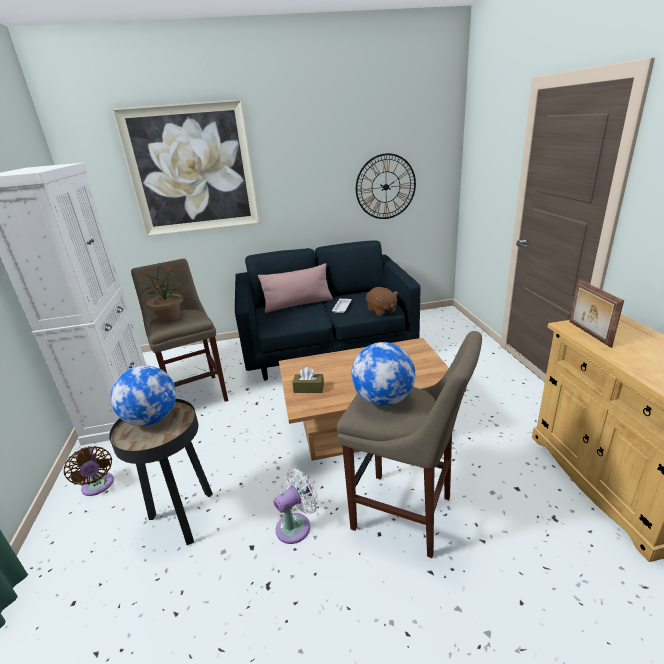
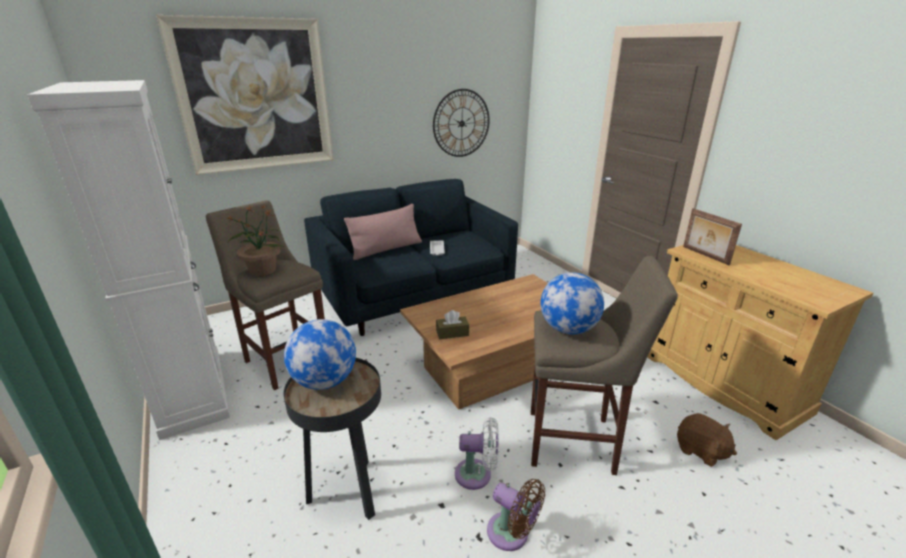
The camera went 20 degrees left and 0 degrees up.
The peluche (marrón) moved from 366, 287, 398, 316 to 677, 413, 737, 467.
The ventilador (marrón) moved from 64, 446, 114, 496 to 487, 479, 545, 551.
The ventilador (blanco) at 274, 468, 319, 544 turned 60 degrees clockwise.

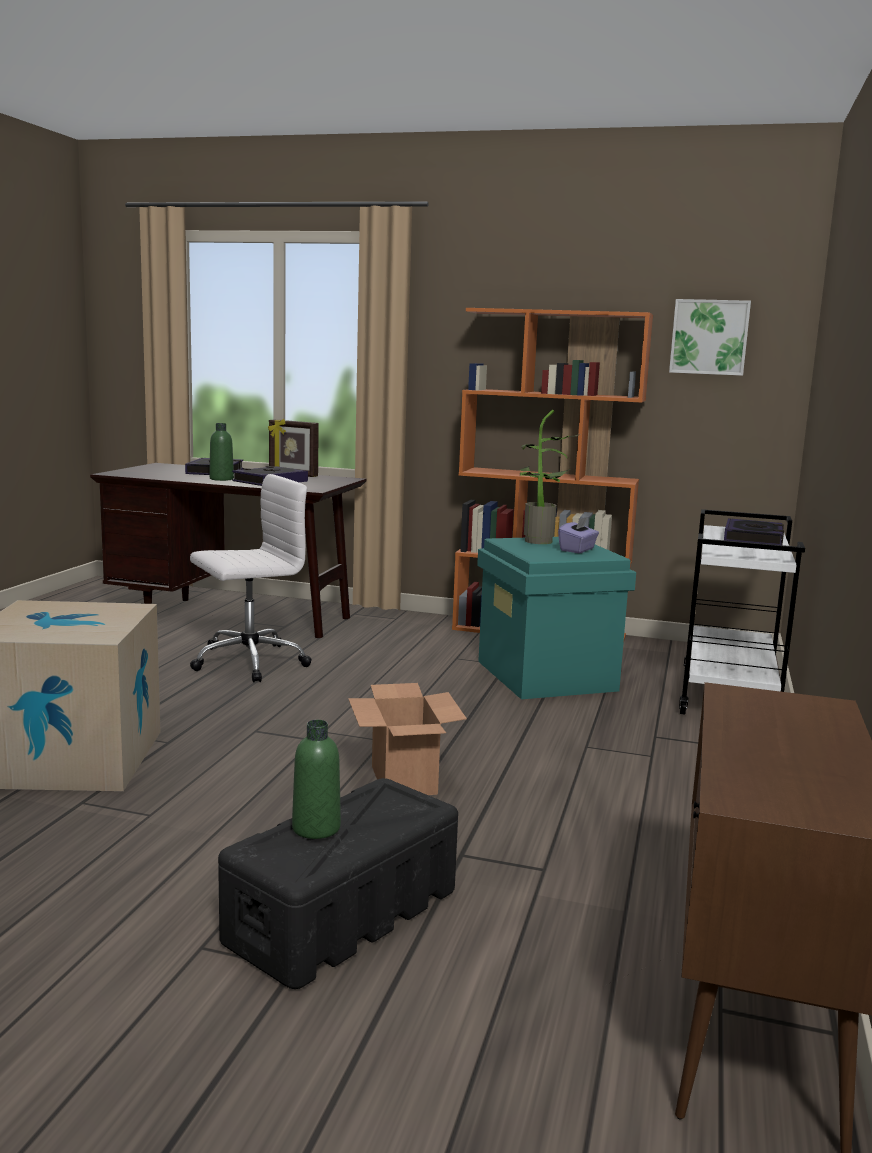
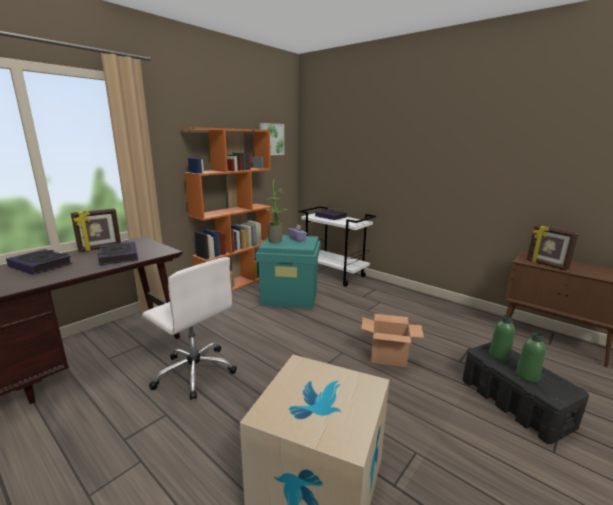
The camera went 65 degrees left and 5 degrees up.
The botella (verde) moved from 209, 423, 234, 481 to 489, 315, 515, 361.
The silla de oficina (blanco) at 190, 474, 312, 682 turned 135 degrees clockwise.
The portarretratos at 527, 225, 579, 270 appeared.

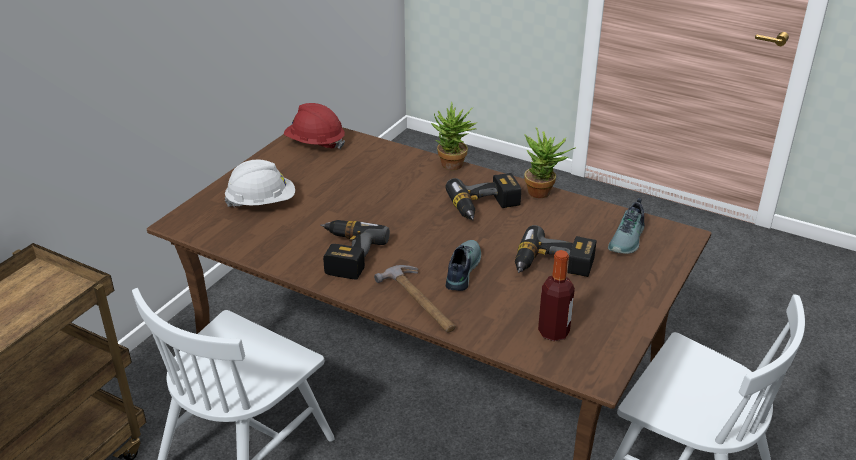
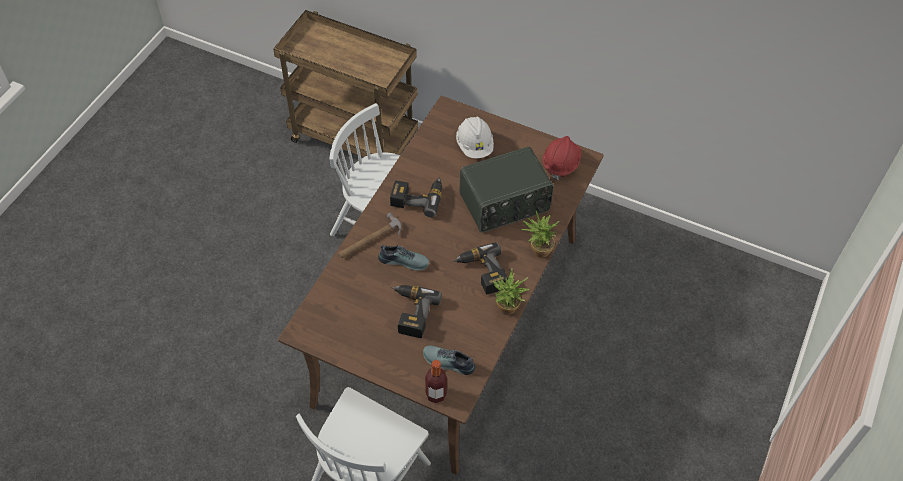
The camera went 85 degrees right and 20 degrees up.
The botella moved from 538, 250, 575, 341 to 425, 360, 447, 403.
The radio at 460, 147, 554, 233 appeared.

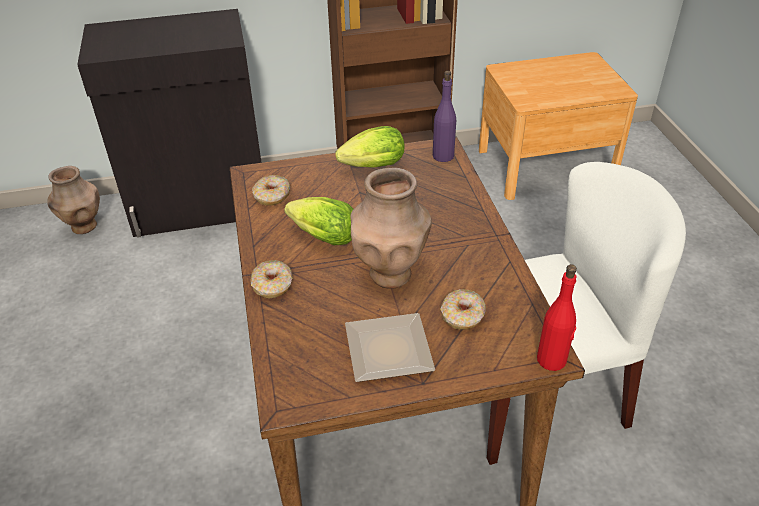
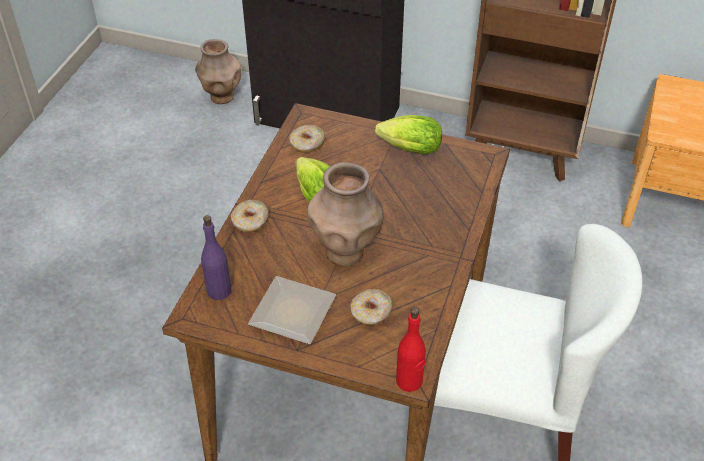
The camera went 30 degrees right and 5 degrees up.
The botella (morado) moved from 433, 71, 456, 162 to 201, 215, 231, 300.

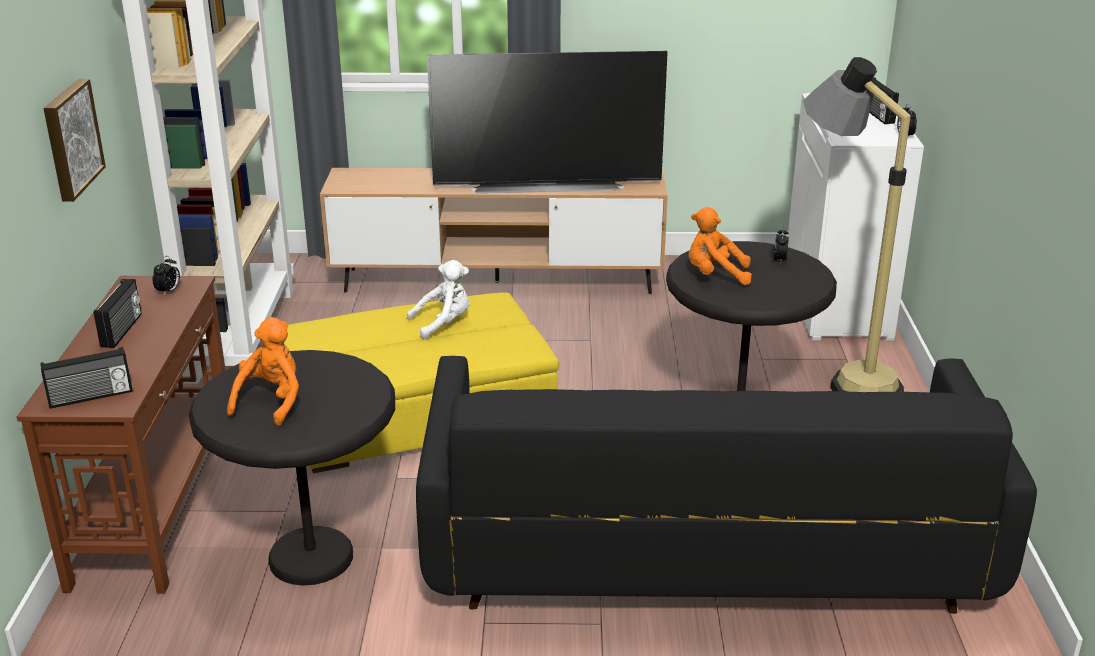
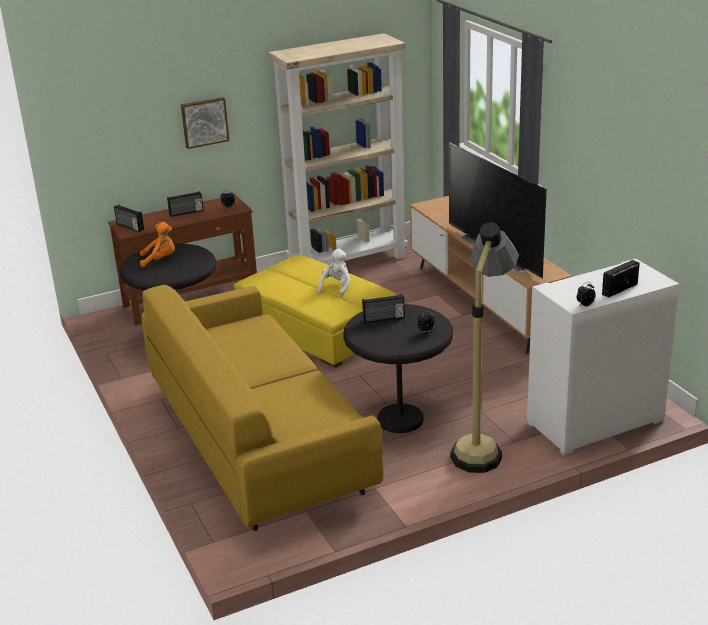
The camera went 65 degrees right and 0 degrees up.
The peluche (naranja) at 689, 207, 752, 285 was replaced by the radio at 362, 294, 405, 323.
The peluche (blanco) at 407, 260, 470, 339 turned 105 degrees counterclockwise.
The sofá (negro) at 416, 356, 1037, 614 became the sofá (amarillo) at 142, 285, 383, 531.

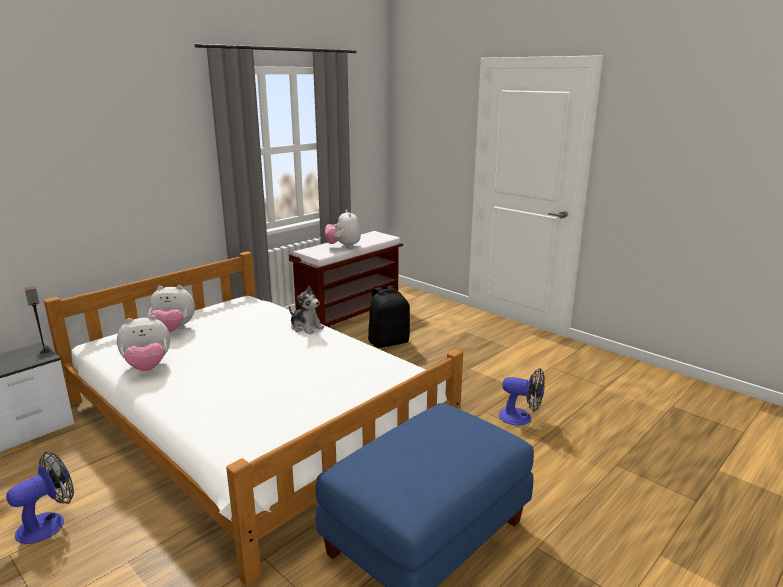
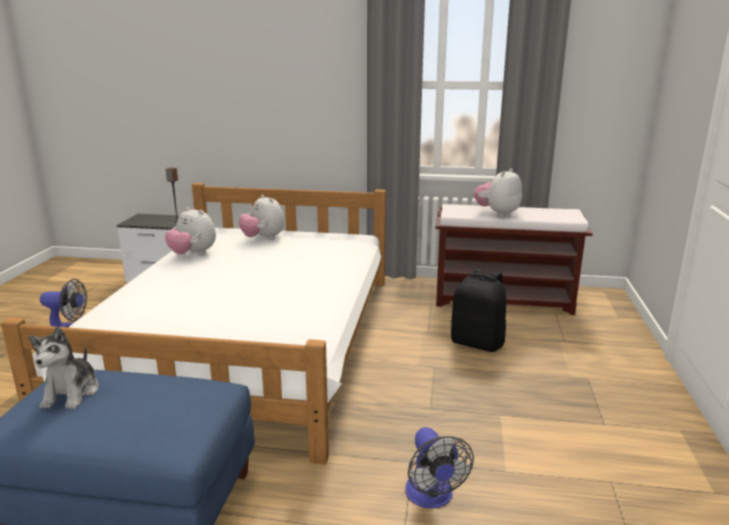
The camera went 55 degrees right and 0 degrees up.
The peluche moved from 289, 286, 324, 334 to 29, 326, 99, 409.

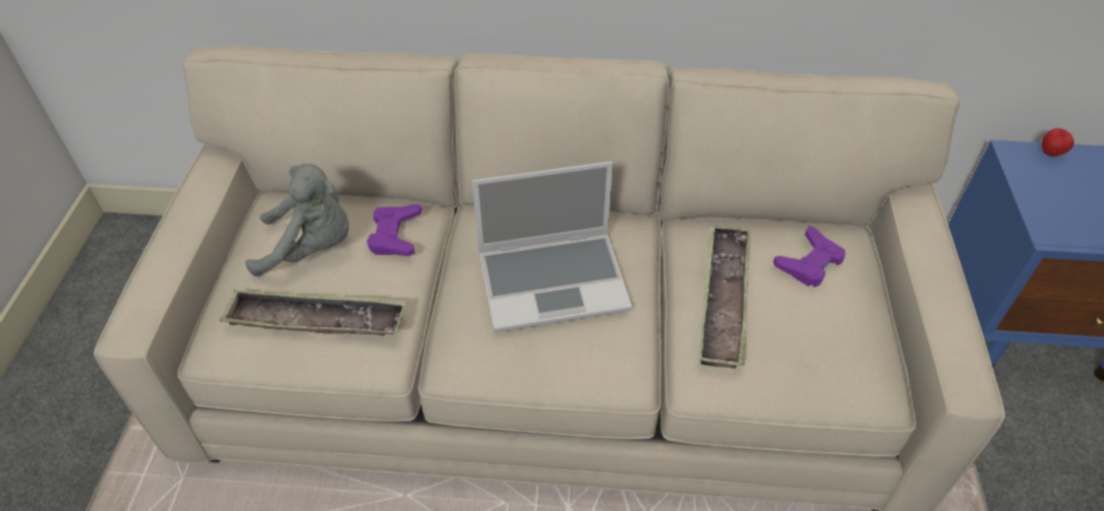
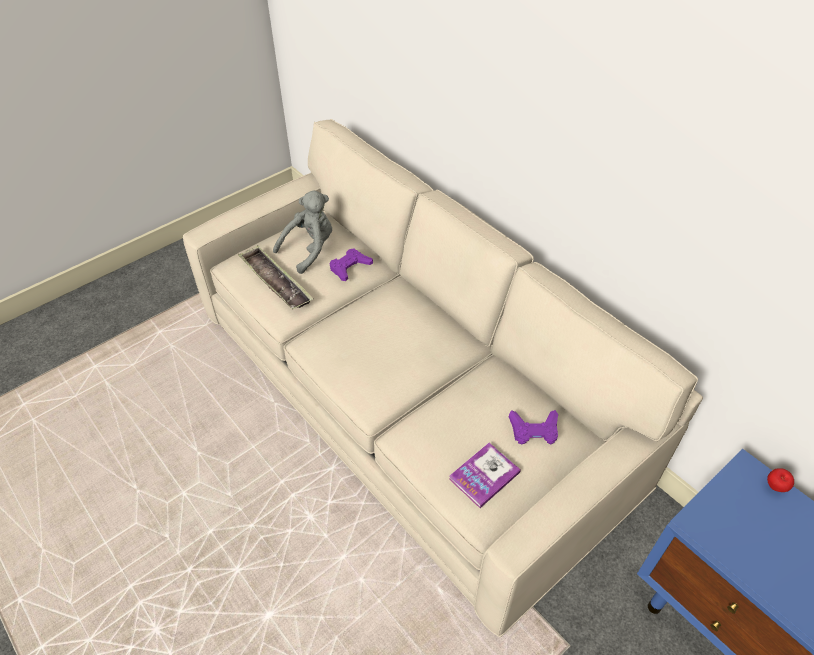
The camera went 45 degrees right and 0 degrees up.
The portátil at 472, 161, 632, 332 disappeared.
The peluche (gris) at 245, 164, 349, 277 turned 90 degrees counterclockwise.
The bandeja at 699, 225, 749, 369 disappeared.
The libro at 449, 443, 521, 508 appeared.

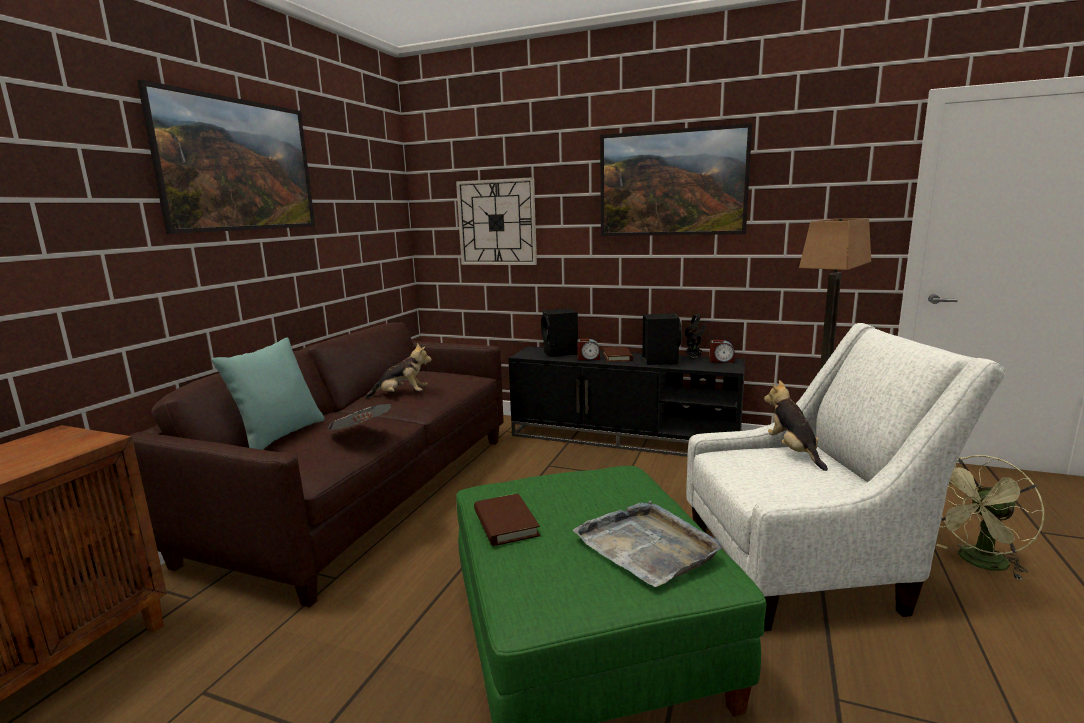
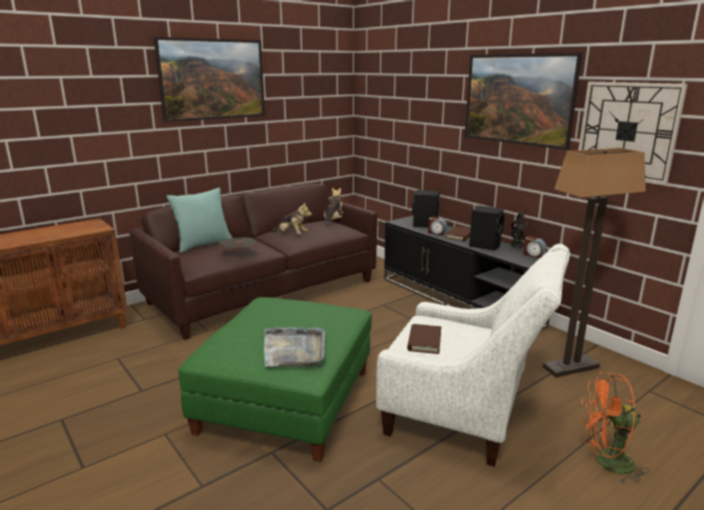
The camera went 30 degrees right and 5 degrees up.
The reloj de pared moved from 456, 177, 537, 265 to 578, 82, 688, 185.
The peluche moved from 764, 380, 828, 471 to 324, 188, 343, 227.
The ventilador (verde) at 936, 455, 1044, 580 became the ventilador (naranja) at 580, 372, 649, 485.
The libro (marrón) moved from 474, 493, 540, 546 to 407, 324, 441, 354.

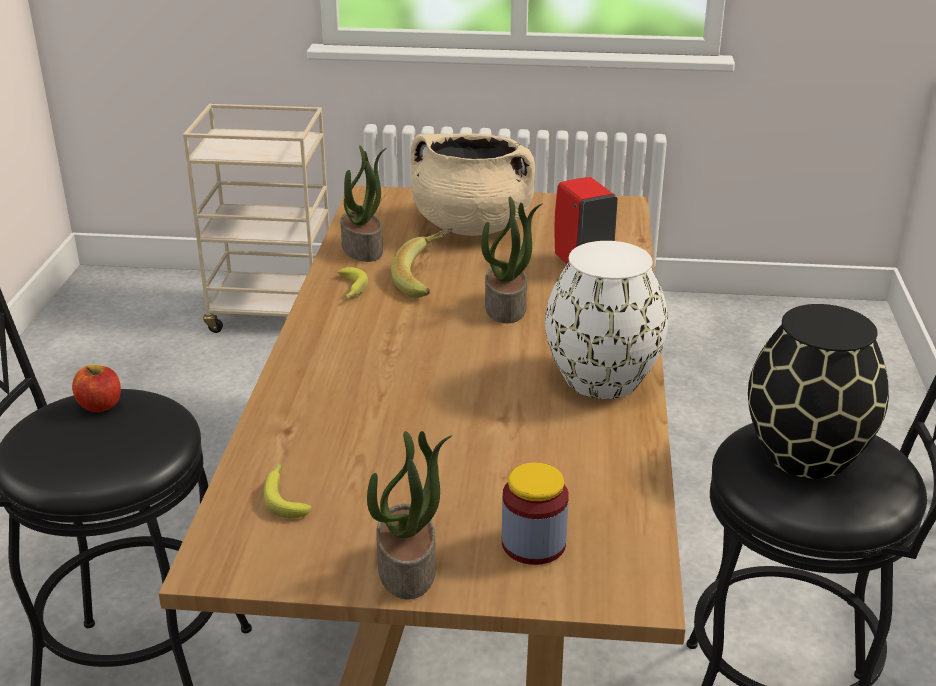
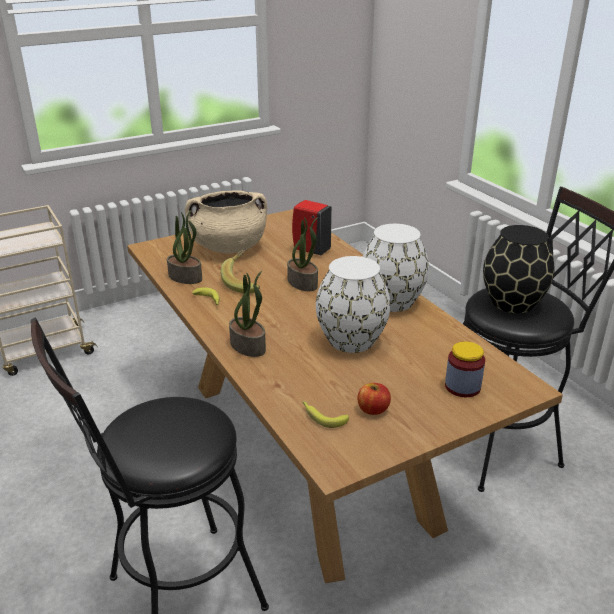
The camera went 35 degrees left and 0 degrees up.
The manzana moved from 72, 365, 121, 412 to 358, 383, 391, 415.
The planta en maceta moved from 367, 431, 452, 599 to 229, 271, 266, 357.
The florero (blanco) at 316, 256, 390, 353 appeared.

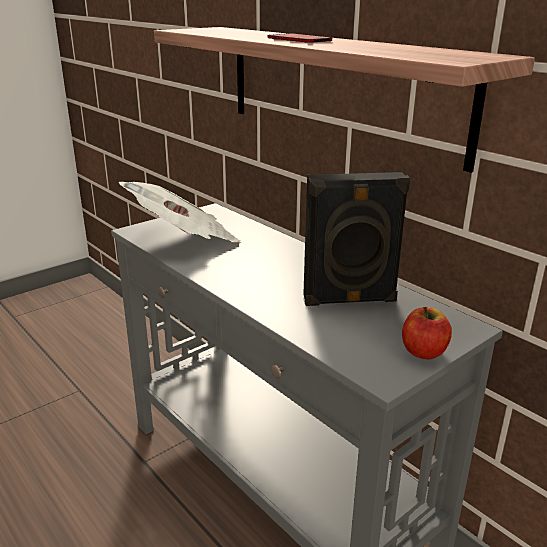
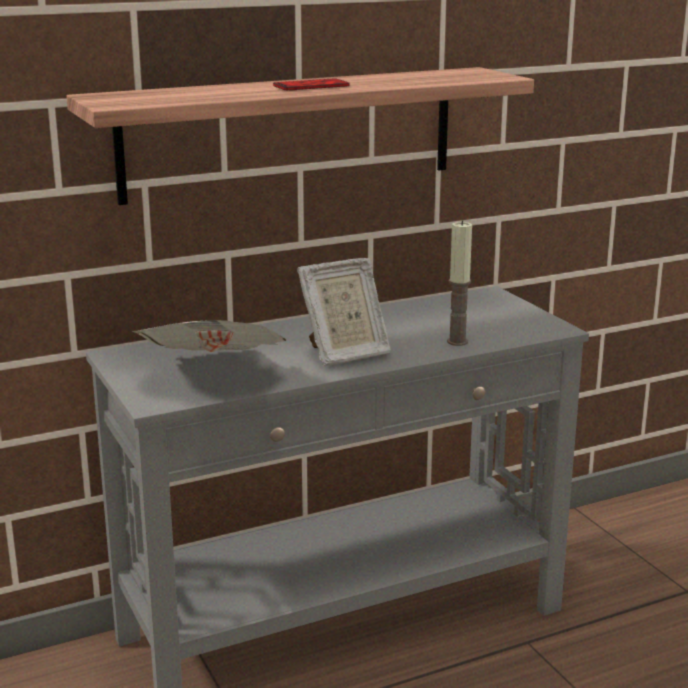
The camera went 75 degrees left and 5 degrees down.
The altavoz (negro) at 303, 172, 410, 306 disappeared.
The manzana at 402, 306, 452, 359 disappeared.
The vela at 447, 220, 472, 346 appeared.
The portarretratos at 297, 258, 391, 366 appeared.

